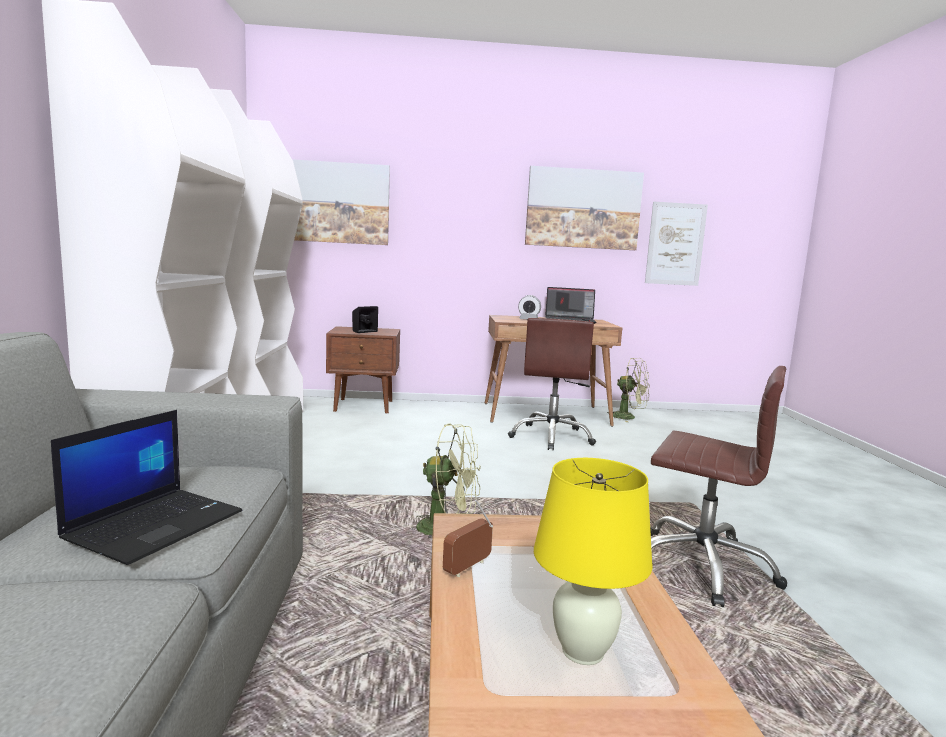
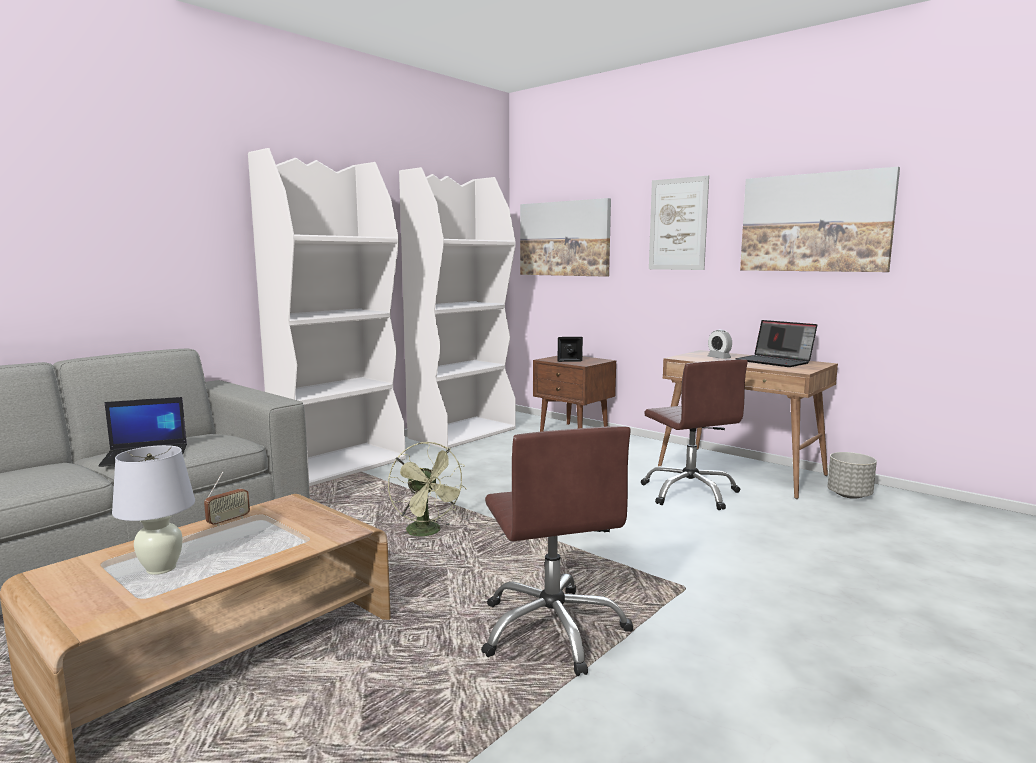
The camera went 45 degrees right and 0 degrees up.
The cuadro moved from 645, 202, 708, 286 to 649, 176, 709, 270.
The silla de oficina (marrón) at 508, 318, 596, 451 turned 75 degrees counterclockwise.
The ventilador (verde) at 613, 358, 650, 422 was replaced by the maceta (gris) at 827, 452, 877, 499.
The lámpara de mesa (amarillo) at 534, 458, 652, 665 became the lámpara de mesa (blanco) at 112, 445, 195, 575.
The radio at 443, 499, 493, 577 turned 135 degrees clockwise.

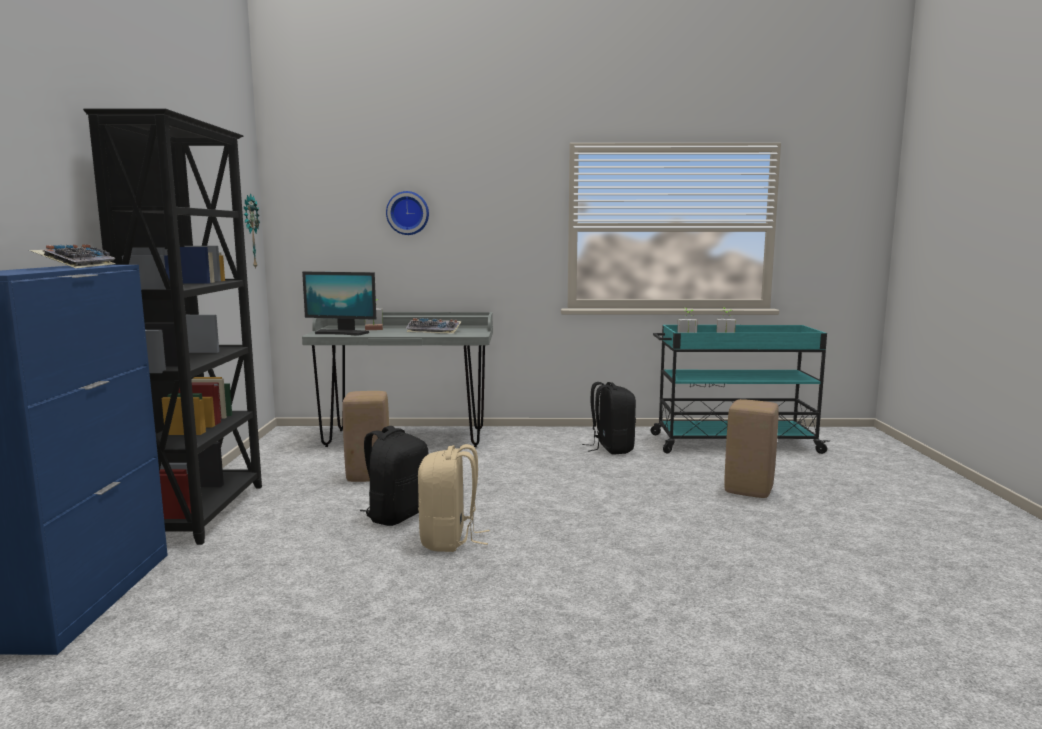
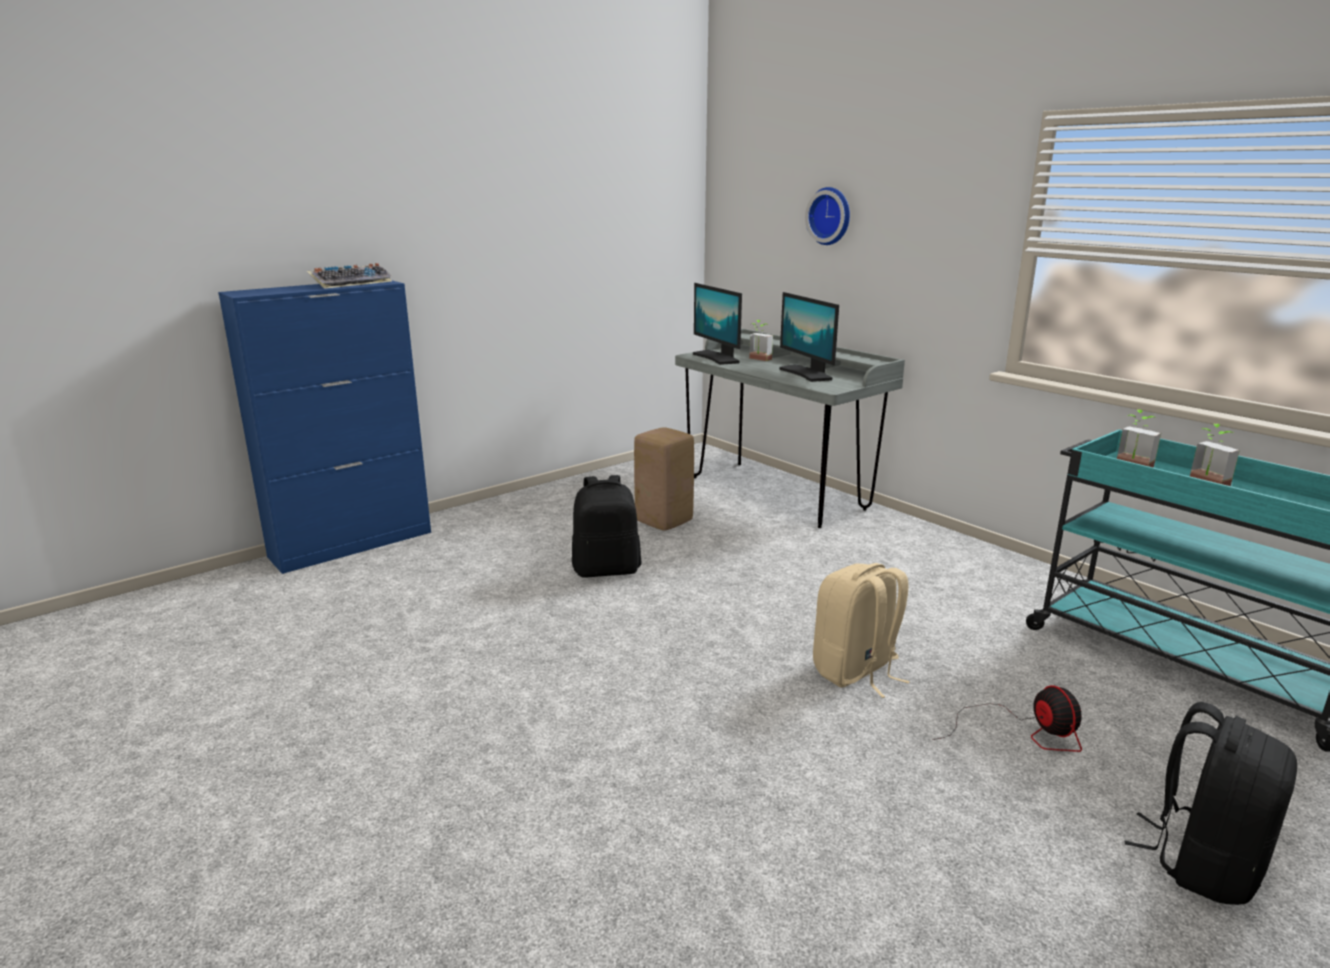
The camera went 50 degrees right and 10 degrees up.
The estantería (negro) at 83, 108, 262, 545 disappeared.
The reloj de pared at 244, 193, 260, 270 disappeared.
The teclado at 406, 318, 462, 334 was replaced by the monitor at 779, 292, 839, 382.
The mochila (negro) moved from 582, 382, 636, 455 to 1125, 702, 1297, 905.
The taburete (beis) at 724, 399, 779, 498 was replaced by the ventilador at 932, 686, 1082, 752.
The mochila (beis) moved from 418, 444, 490, 552 to 813, 563, 910, 698.

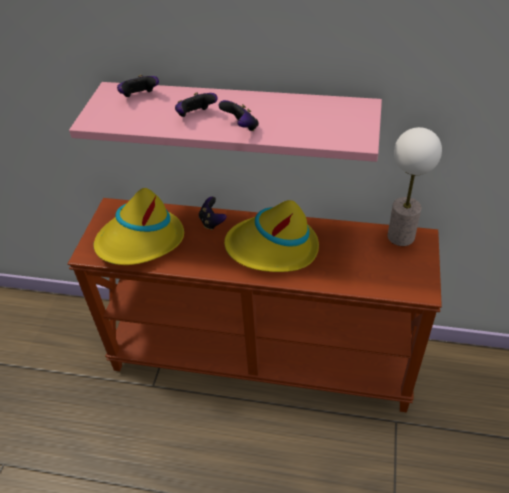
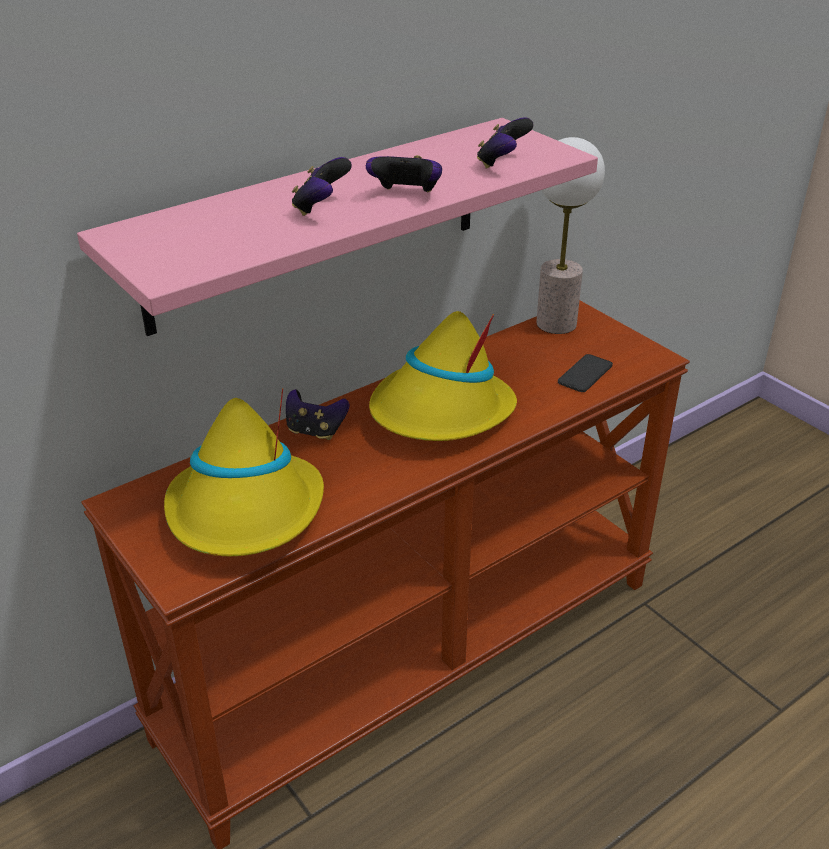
The camera went 50 degrees left and 10 degrees down.
The mando de consola moved from 117, 75, 159, 97 to 477, 117, 533, 169.
The móvil at 558, 354, 613, 392 appeared.

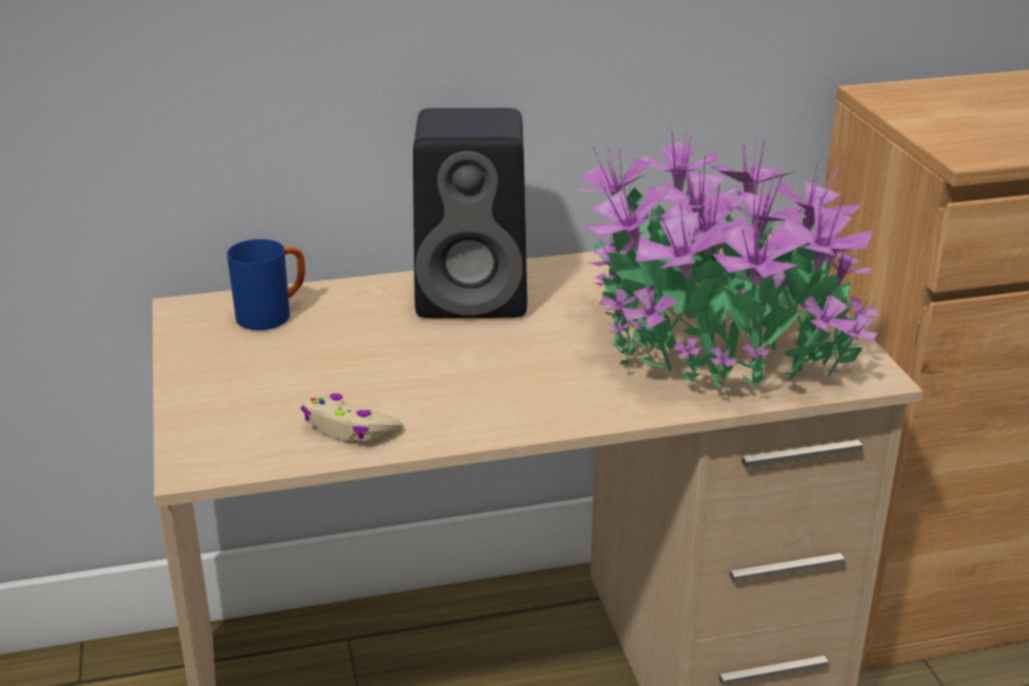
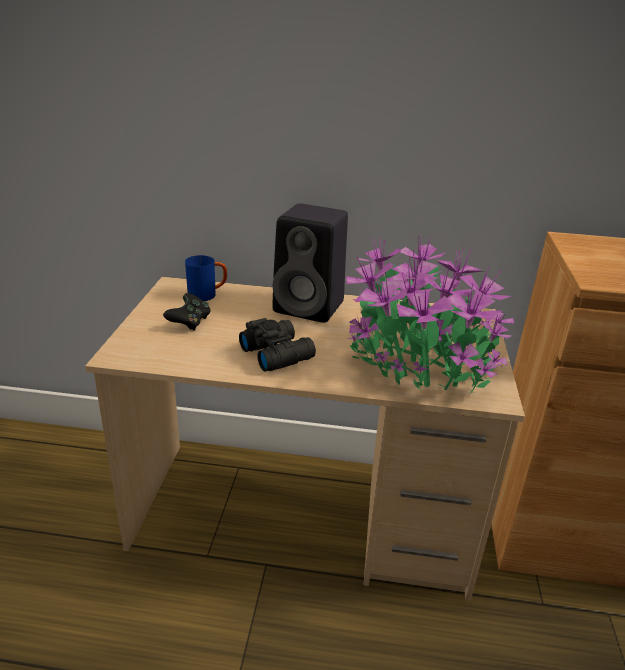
The camera went 20 degrees right and 0 degrees up.
The mando de consola (beis) at 301, 393, 404, 441 disappeared.
The mando de consola (negro) at 163, 293, 211, 330 appeared.
The prismáticos (negro) at 239, 318, 316, 372 appeared.

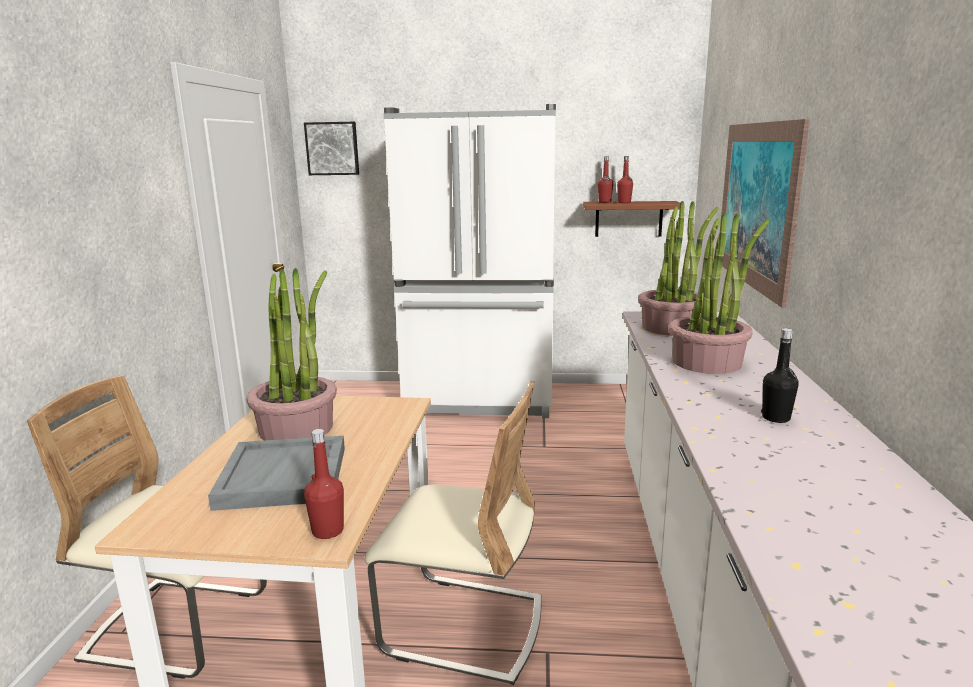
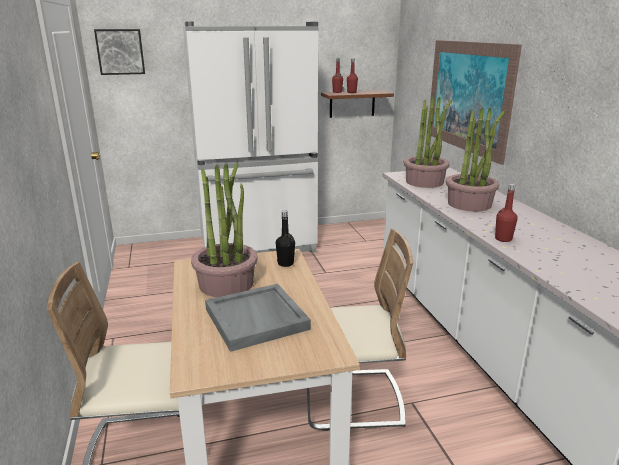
The camera went 20 degrees left and 5 degrees up.
The botella (negro) moved from 761, 328, 799, 423 to 276, 210, 295, 267.
The botella (rojo) moved from 304, 429, 344, 539 to 495, 184, 518, 242.

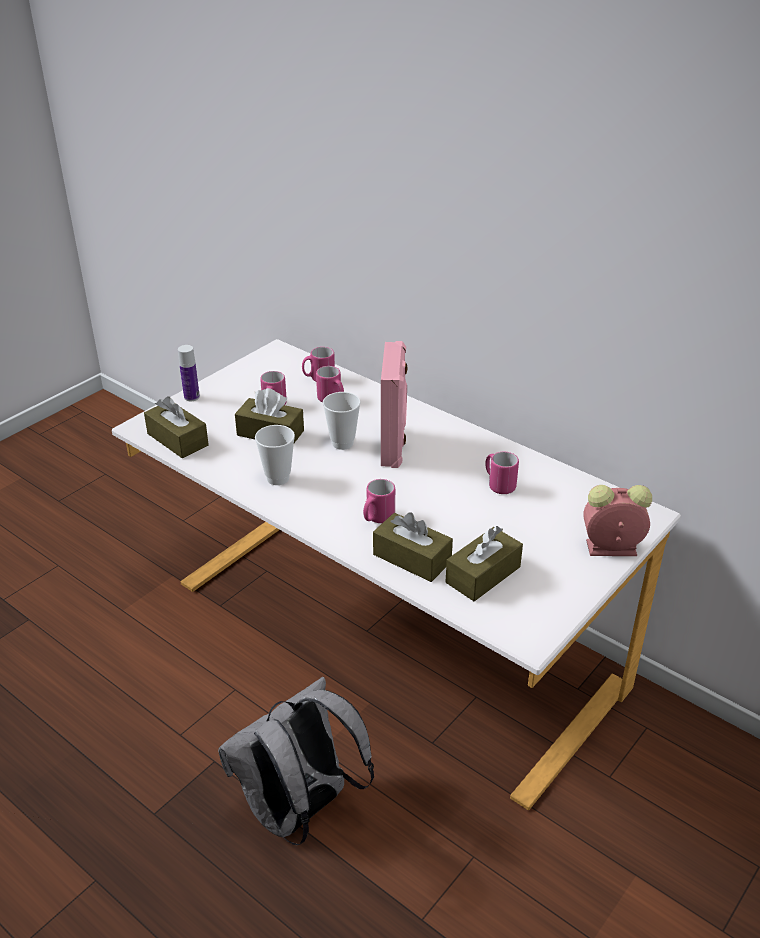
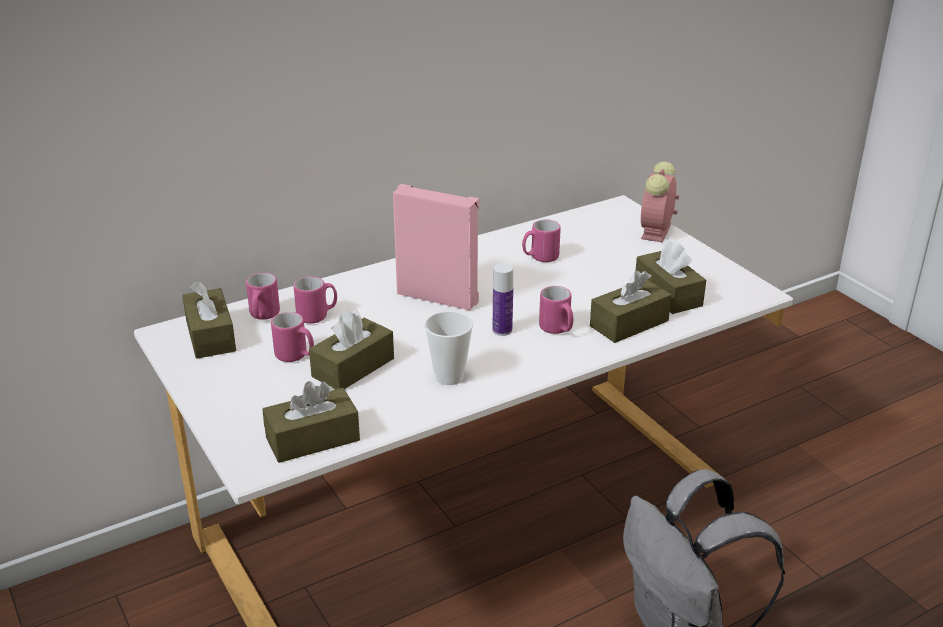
The camera went 70 degrees left and 5 degrees down.
The botella moved from 178, 345, 200, 401 to 493, 263, 513, 336.
The taza at 323, 392, 361, 450 disappeared.
The caja de pañuelos (marrón) at 182, 281, 236, 359 appeared.

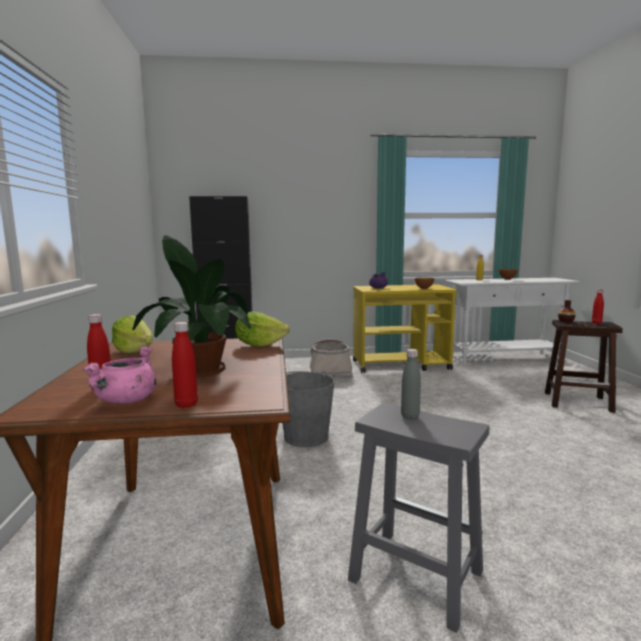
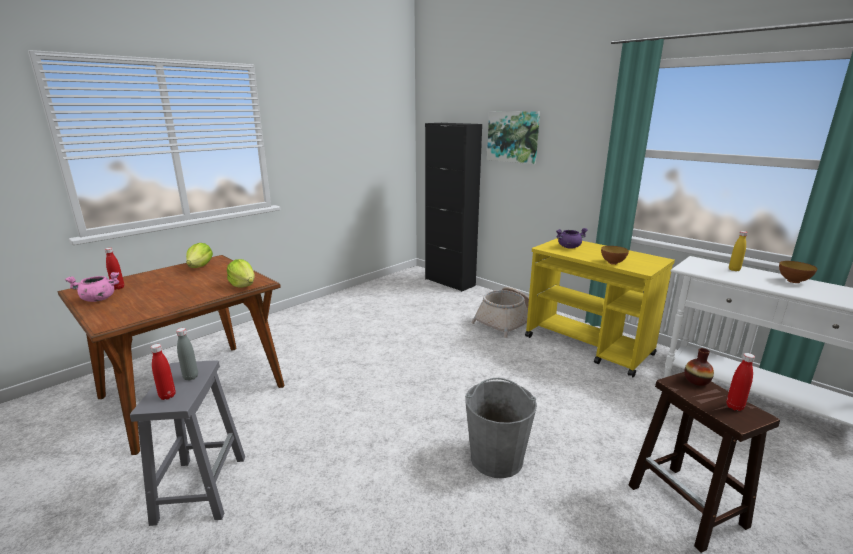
The camera went 50 degrees right and 10 degrees up.
The planta en maceta at 132, 235, 251, 377 disappeared.
The botella (rojo) moved from 172, 322, 198, 408 to 151, 344, 175, 400.
The cubo (gris) moved from 282, 371, 335, 447 to 465, 378, 537, 478.
The cuadro at 487, 111, 540, 164 appeared.

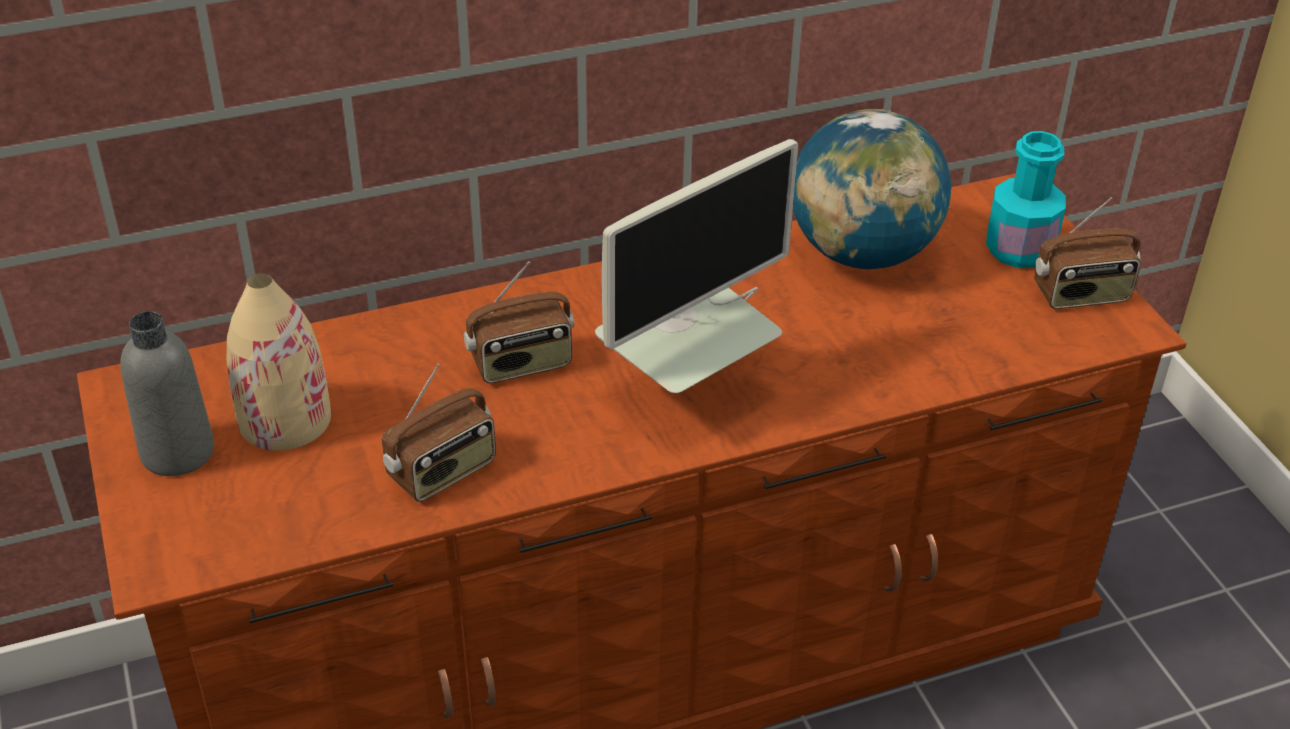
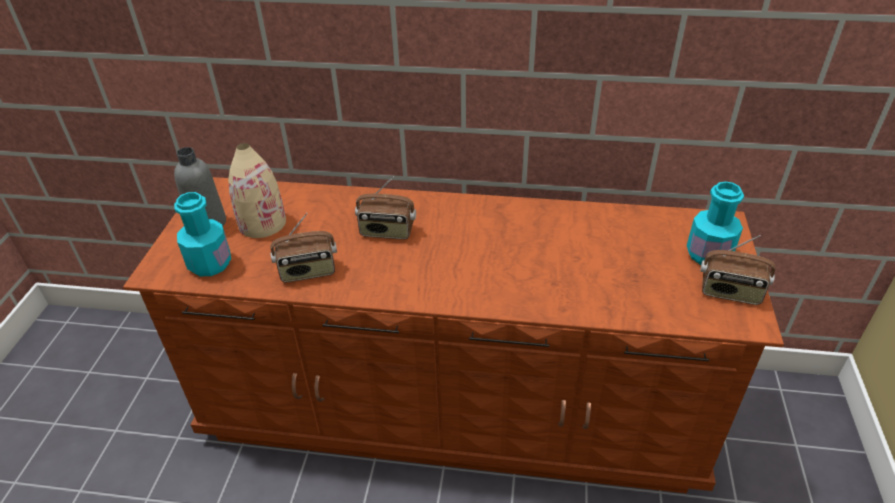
The camera went 30 degrees right and 0 degrees up.
The globo terráqueo at 793, 109, 951, 269 disappeared.
The monitor at 595, 139, 798, 393 disappeared.
The botella (turquesa) at 174, 192, 231, 276 appeared.

